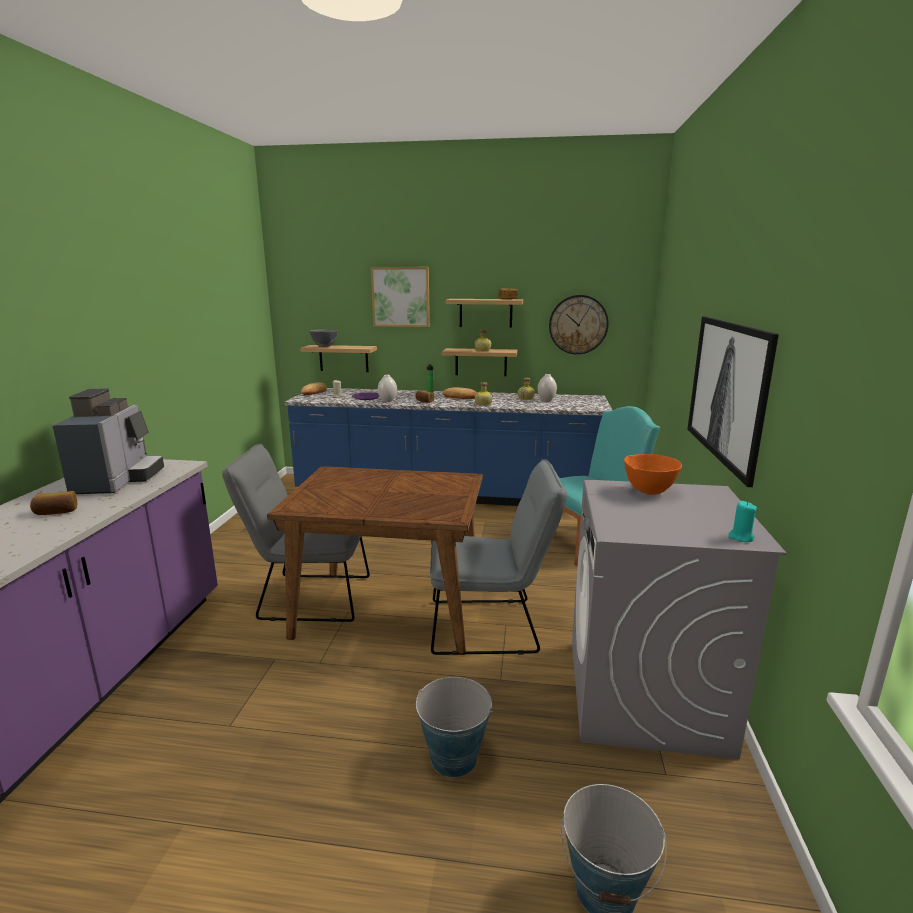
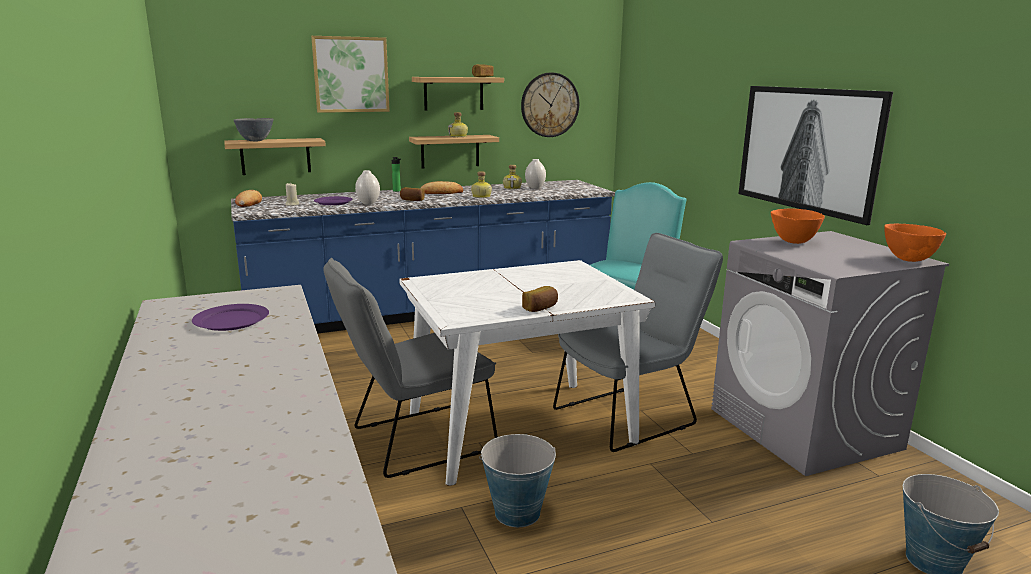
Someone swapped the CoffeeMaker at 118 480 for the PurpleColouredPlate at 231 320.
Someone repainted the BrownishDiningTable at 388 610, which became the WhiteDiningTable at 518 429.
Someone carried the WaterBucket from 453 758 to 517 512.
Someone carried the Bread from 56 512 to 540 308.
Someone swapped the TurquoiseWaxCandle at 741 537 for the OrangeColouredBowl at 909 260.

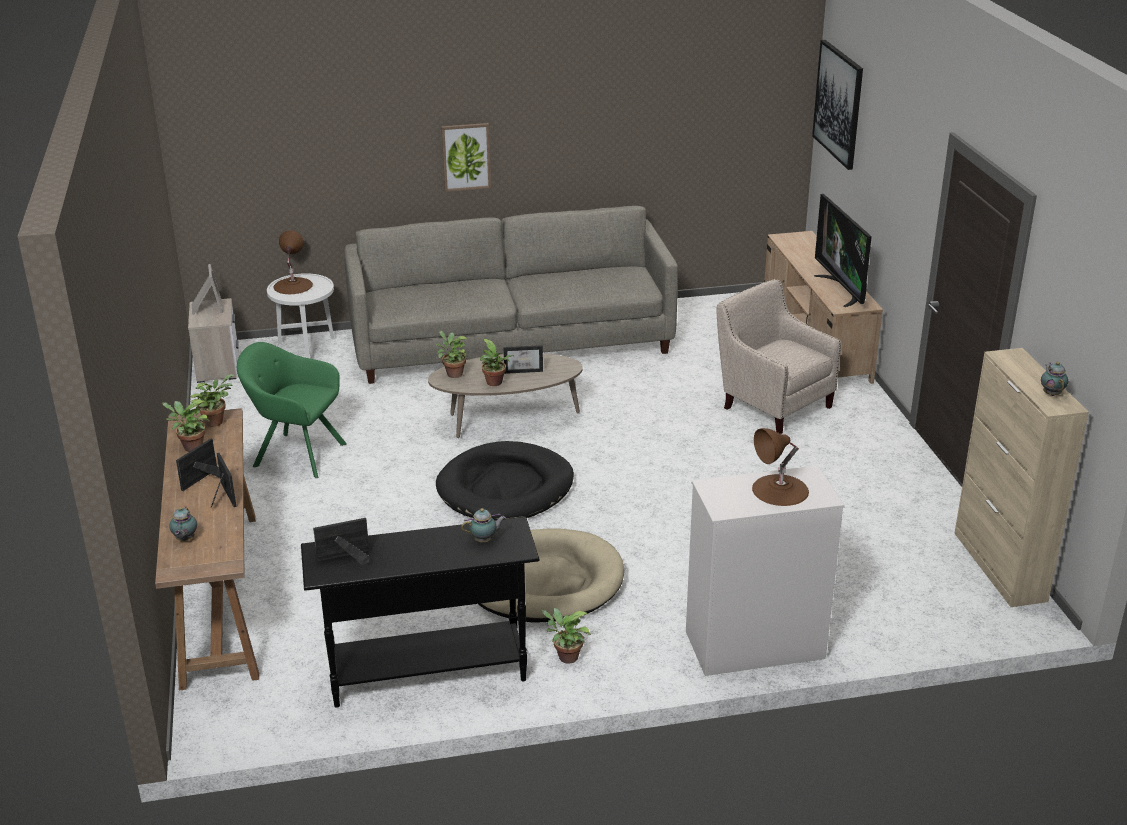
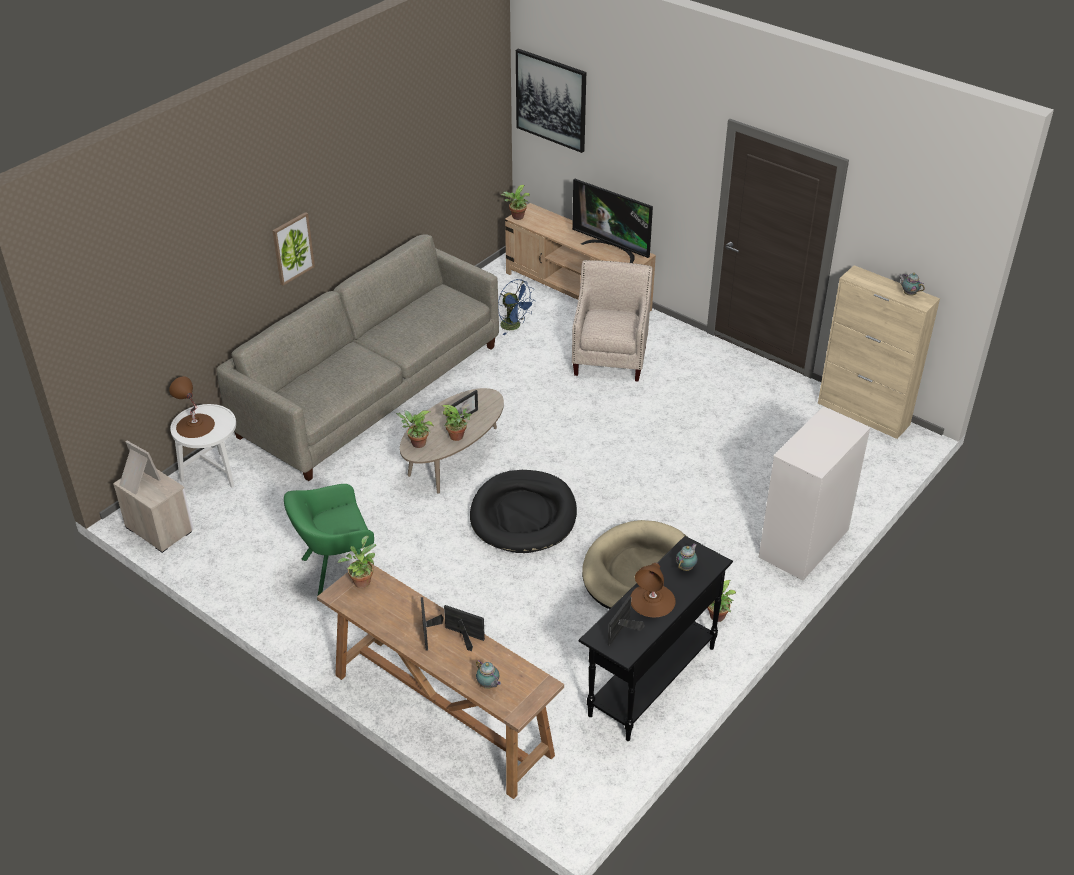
Someone put down the BluishCoolingFan at 514 326.
Someone carried the PottedPlant from 190 447 to 516 217.
Someone rotated the BeigeEasyChair at 773 404 by 90 degrees clockwise.
Someone carried the BrownishTabletopLamp from 780 490 to 652 600.

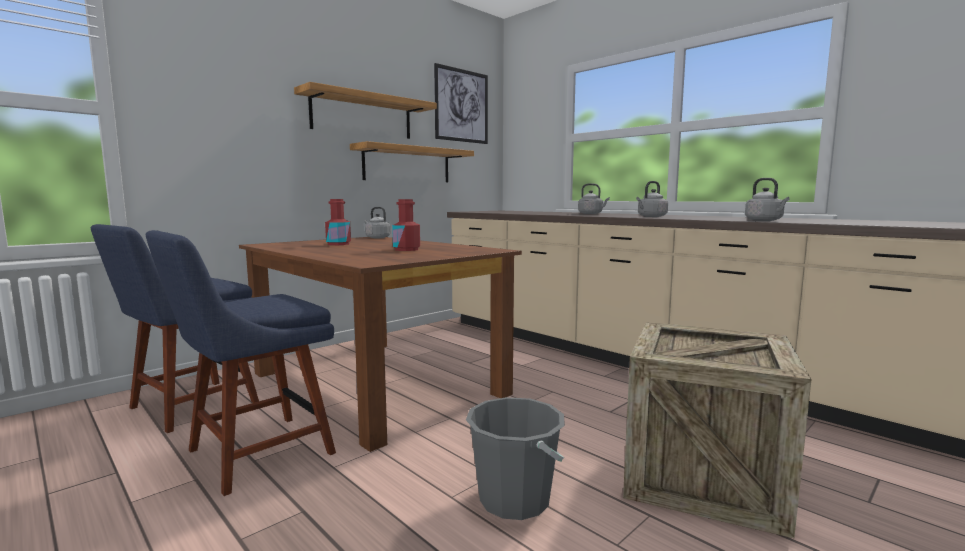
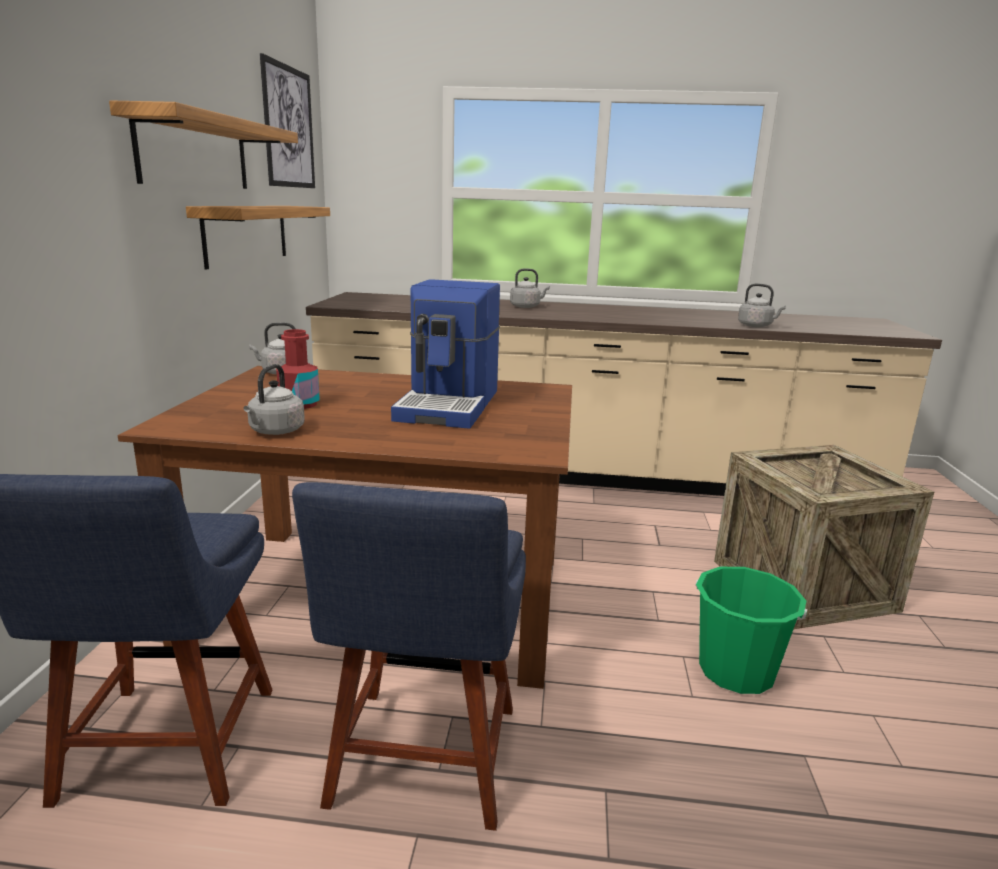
Someone carried the GreyKettle from 651 216 to 275 431.
Someone swapped the ReddishBeverageBottle at 406 249 for the CoffeeMaker at 450 405.
Someone repainted the GreyWaterBucket at 514 500, which became the GreenWaterBucket at 736 671.

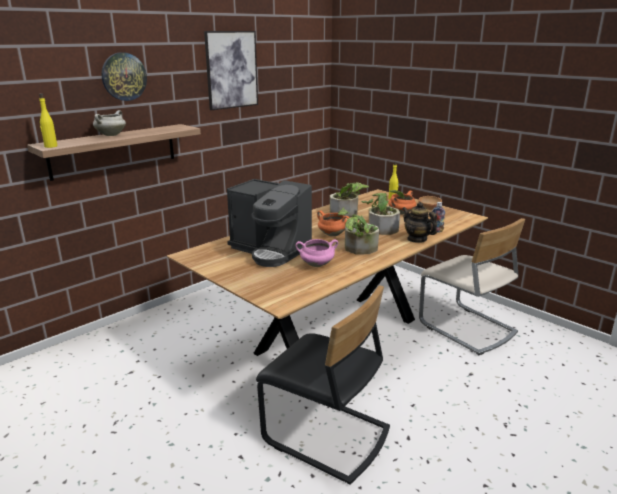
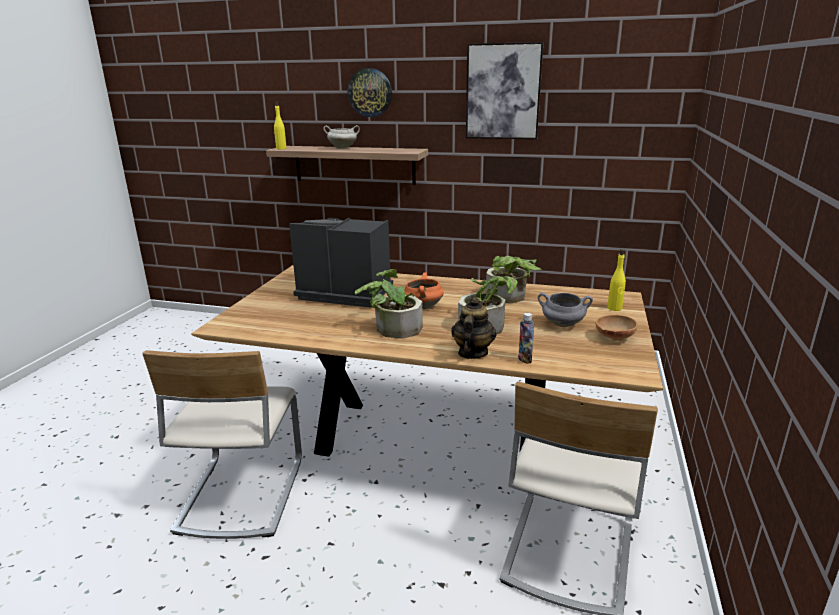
Someone repainted the BlackChair at 326 436, which became the BeigeChair at 241 494.
Someone rotated the CoffeeMaker at 271 250 by 105 degrees clockwise.
Someone repainted the OrangeColouredSaucepot at 401 213, which became the GreySaucepot at 562 324.
Someone took away the PinkSaucepot at 316 265.

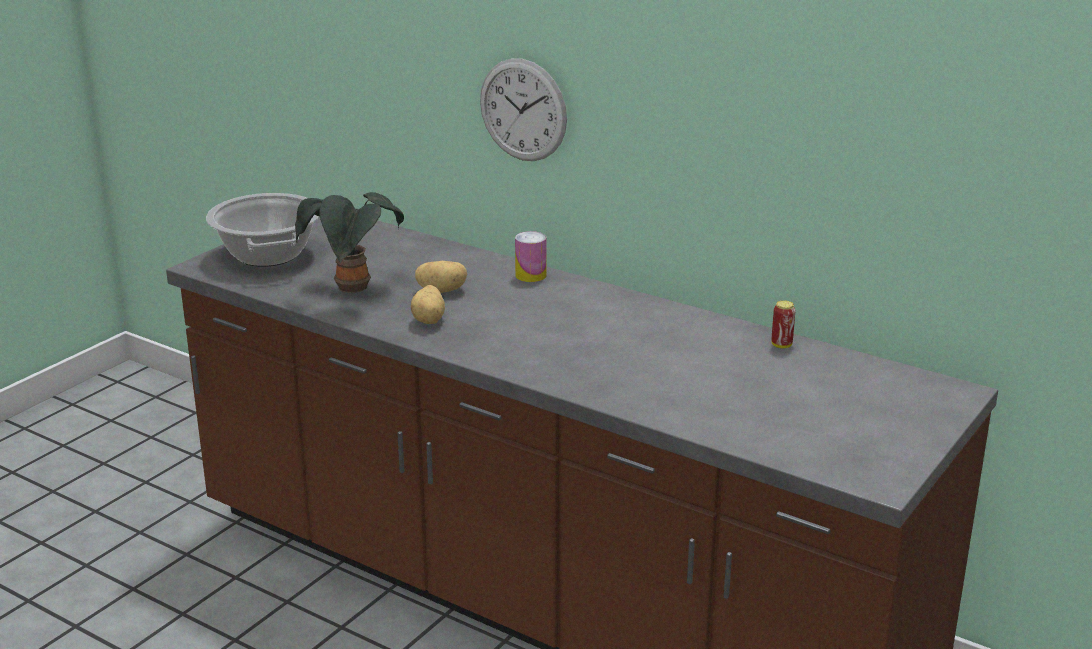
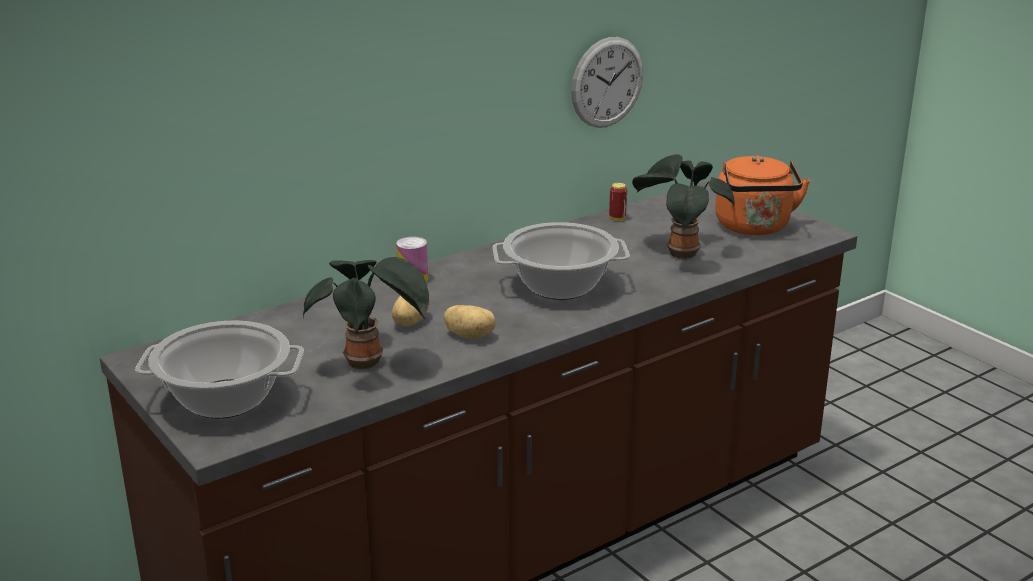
Someone put down the Saucepot at 559 286.
Someone carried the WallClock from 523 110 to 607 82.
Someone put down the PottedPlant at 679 253.
Someone put down the OrangeColouredKettle at 754 227.

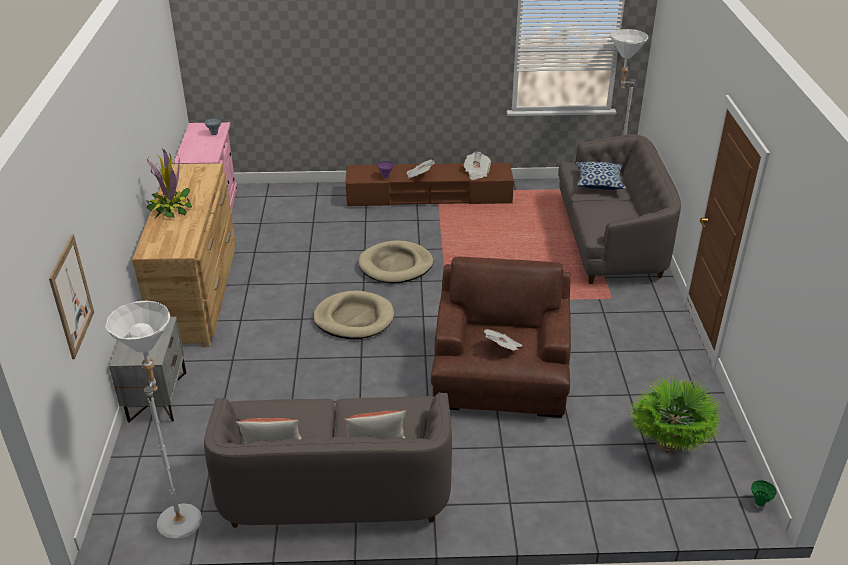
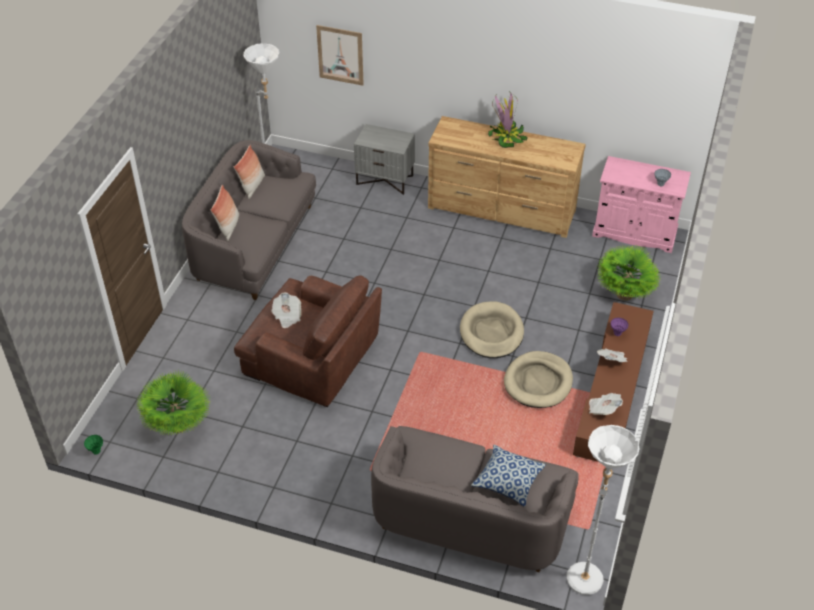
Someone carried the BeigeDogCushion from 354 318 to 538 382.
Someone put down the PottedPlant at 624 294.

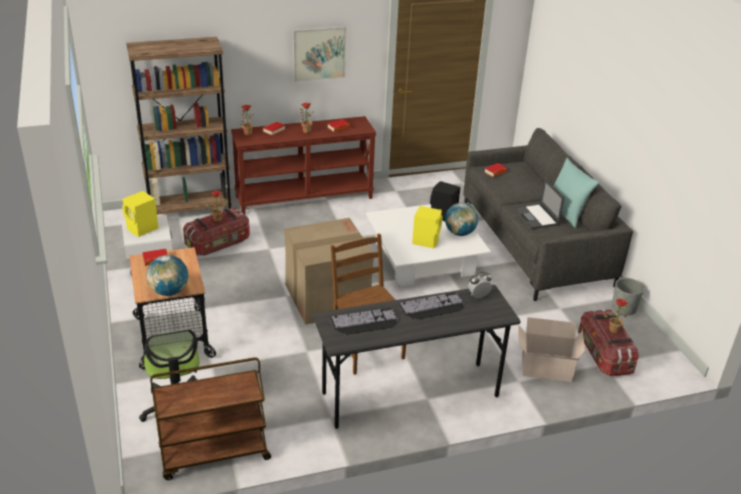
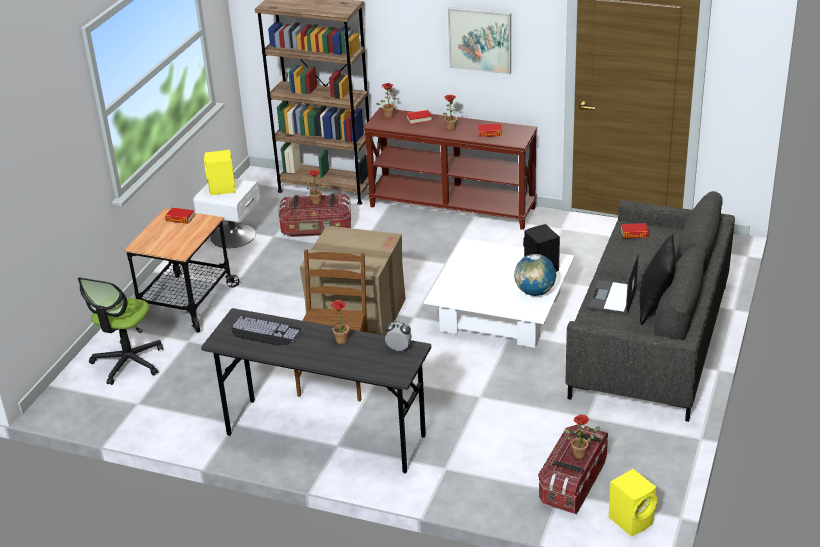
Someone swapped the ComputerKeyboard at 432 307 for the PottedPlant at 341 342.
Someone carried the YellowSpeaker from 426 240 to 632 520.
Someone repainted the TurquoisePillow at 566 213, which became the BlackPillow at 655 306.
Someone took away the Globe at 169 291.
Someone took away the BrownishWheeledCart at 214 455.
Someone took away the Carton at 544 367.
Someone took away the GreyFlowerPot at 623 309.

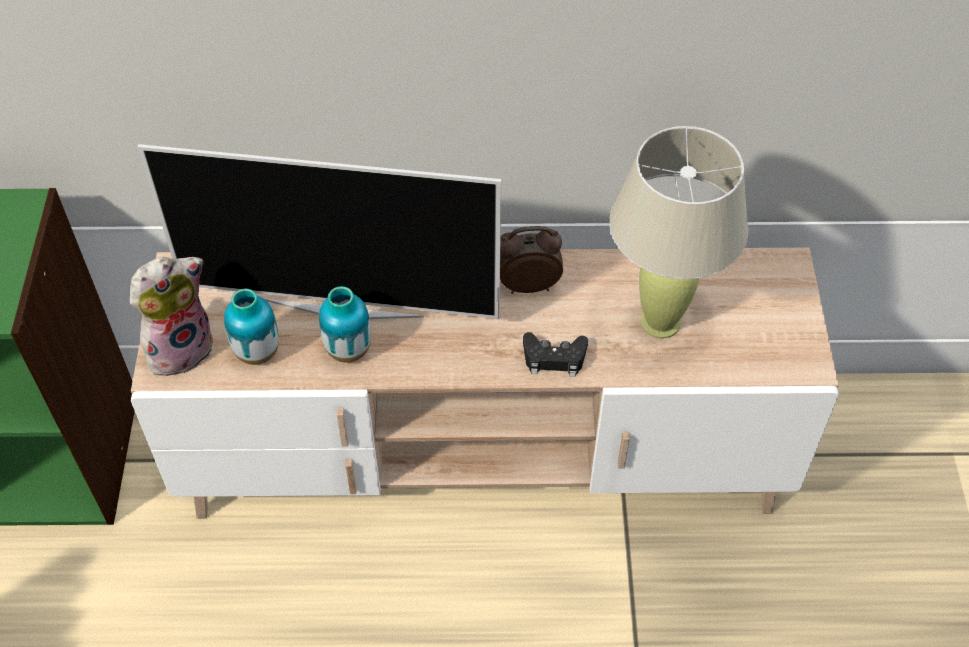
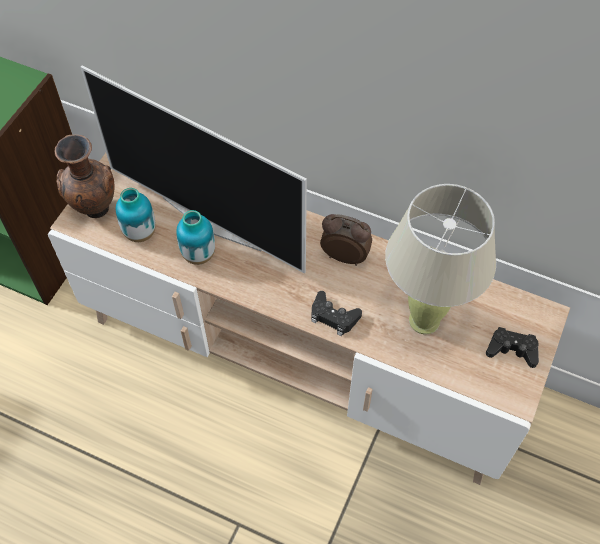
Someone swapped the SoftToy at 181 347 for the BrownishVase at 95 211.
Someone put down the BlackGamepad at 512 350.

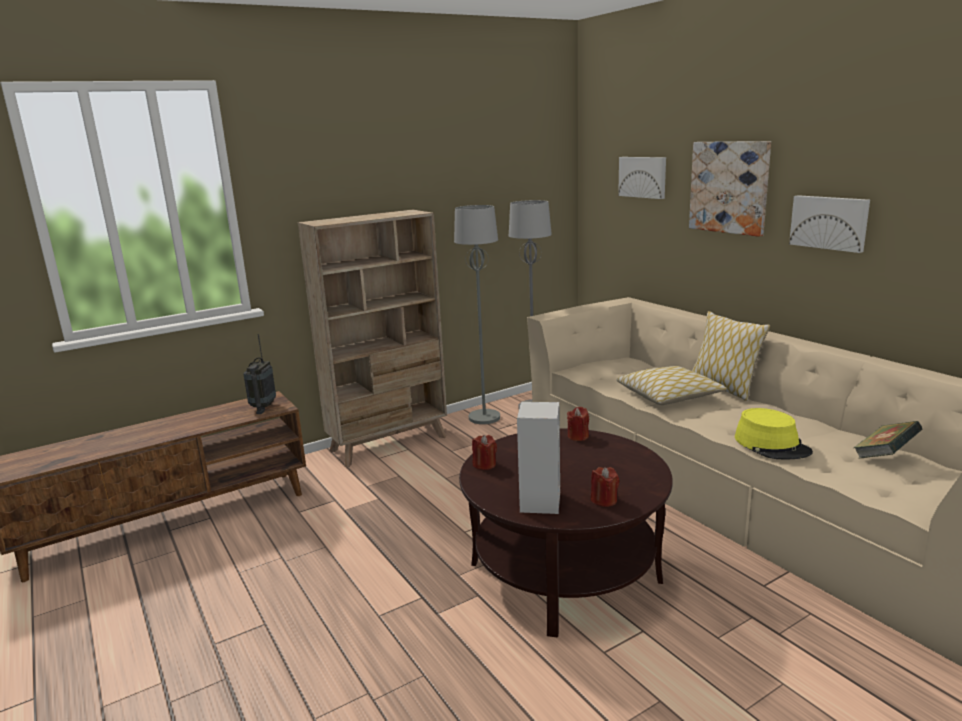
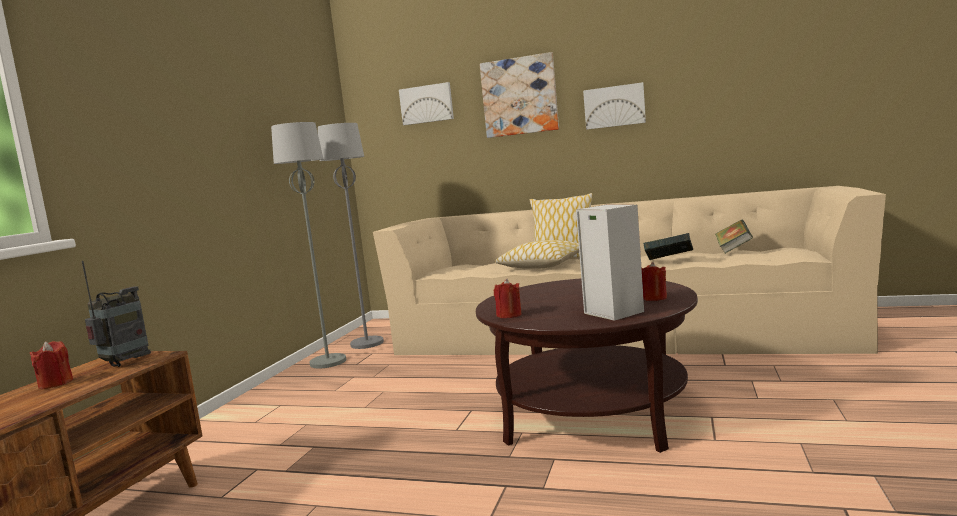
Someone carried the ReddishWaxCandle from 578 436 to 56 383.
Someone rotated the RadioReceiver at 263 407 by 120 degrees counterclockwise.
Someone swapped the YellowHat at 772 445 for the Book at 669 261.
Someone took away the BeigeShelvingUnit at 389 443.

